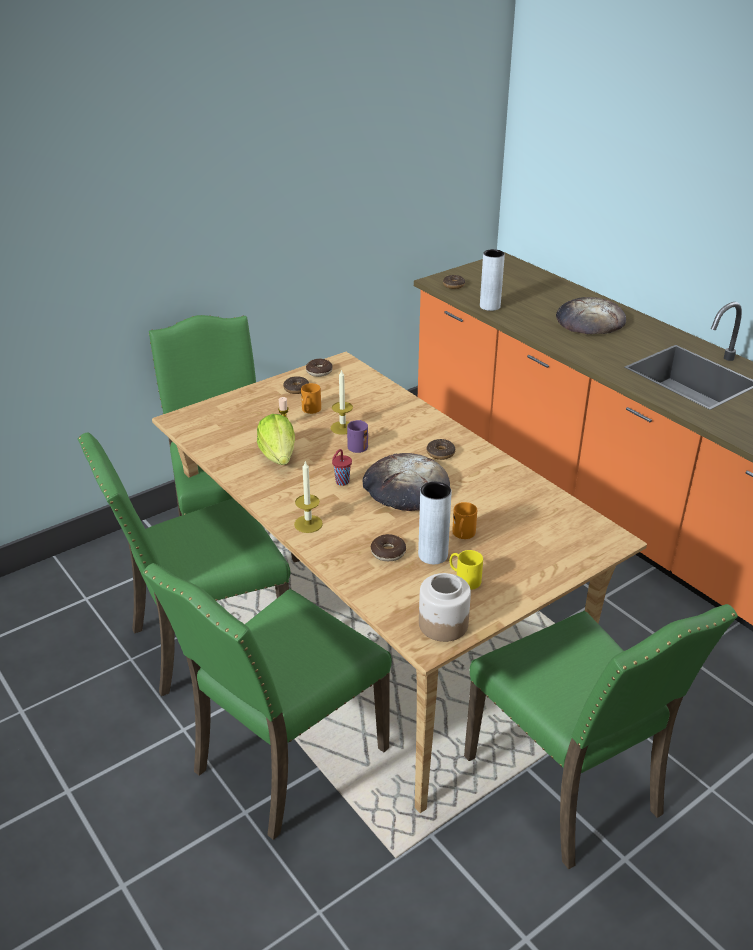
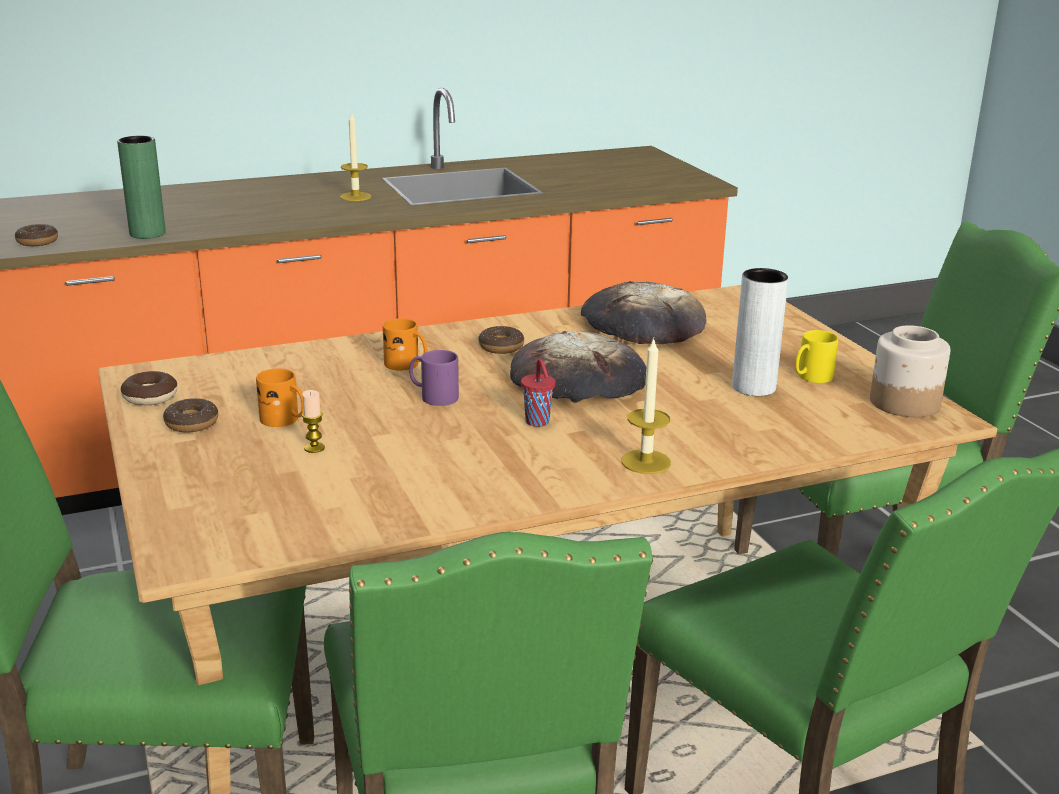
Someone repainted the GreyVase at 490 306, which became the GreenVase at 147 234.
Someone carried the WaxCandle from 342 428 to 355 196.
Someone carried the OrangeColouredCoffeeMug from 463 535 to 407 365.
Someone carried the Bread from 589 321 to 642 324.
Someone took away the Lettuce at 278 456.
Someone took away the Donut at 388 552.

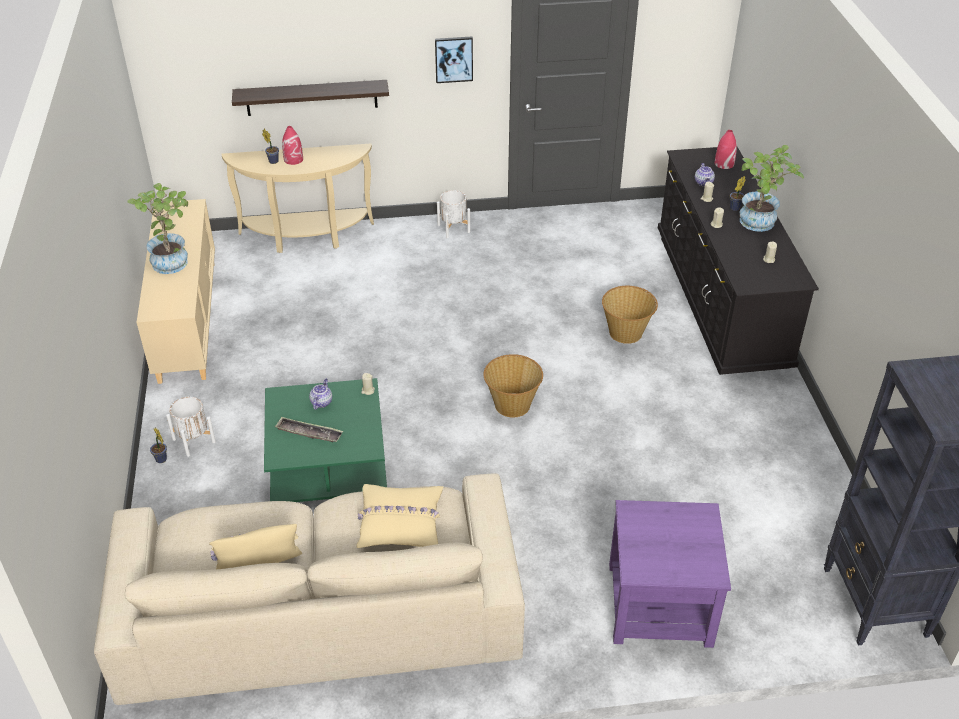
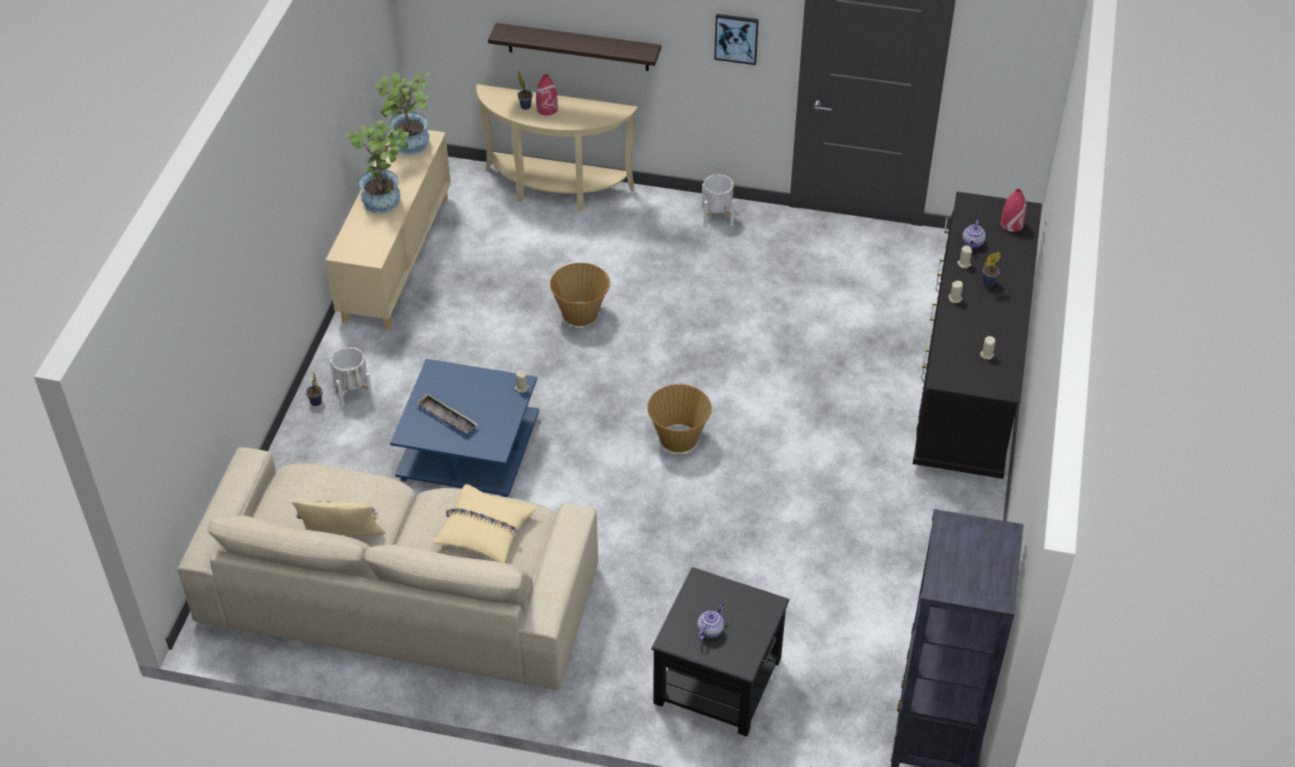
Someone carried the PottedPlant from 759 224 to 409 146.
Someone repainted the GreenLowTable at 327 464, which became the BluishLowTable at 467 450.
Someone carried the HouseholdBasket from 626 332 to 581 313.
Someone repainted the PurpleColouredAccentTable at 660 604, which became the BlackAccentTable at 718 681.
Someone carried the Teapot from 321 402 to 710 630.

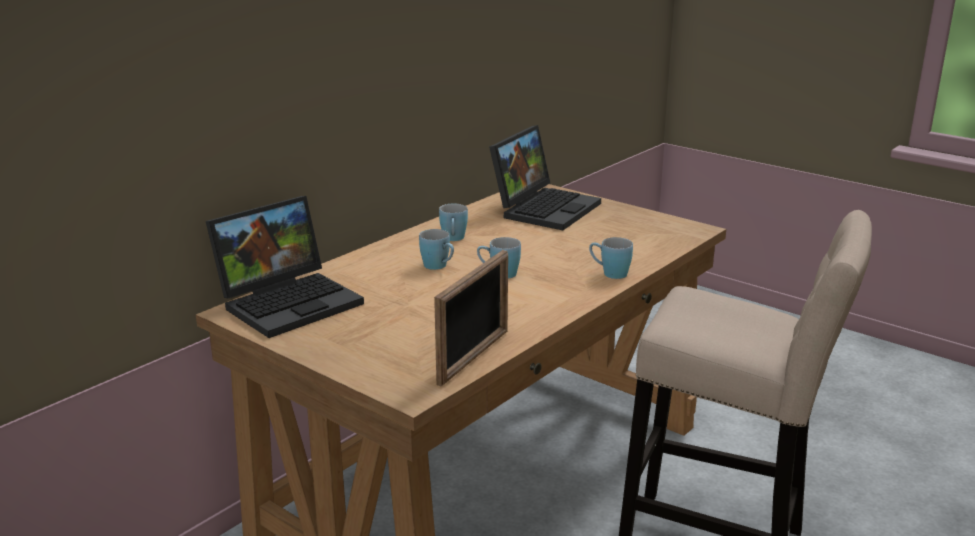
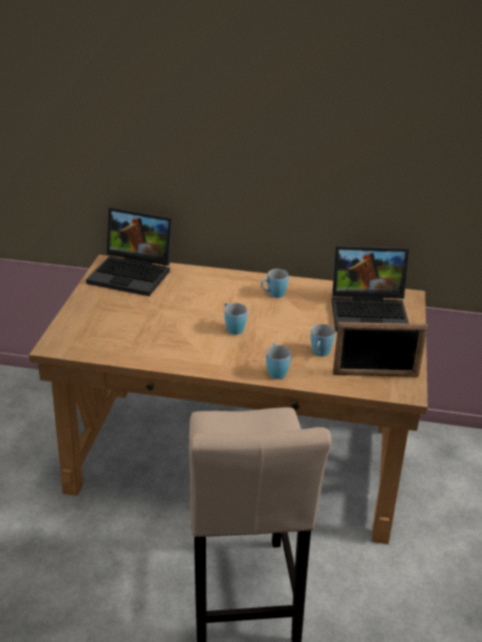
Someone carried the BluishCoffeeMug from 439 266 to 320 354.
Someone carried the PhotoFrame from 474 357 to 375 375.

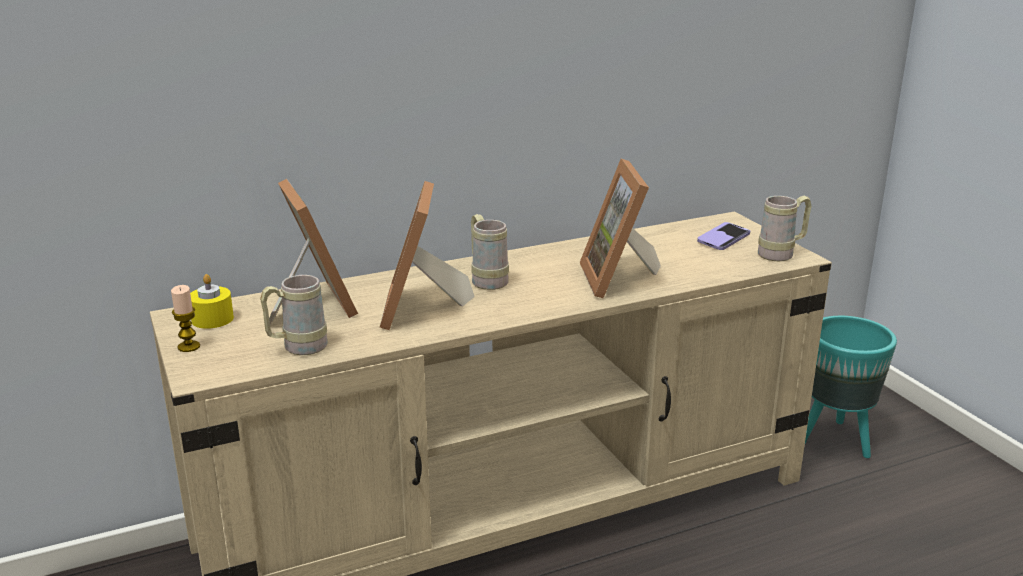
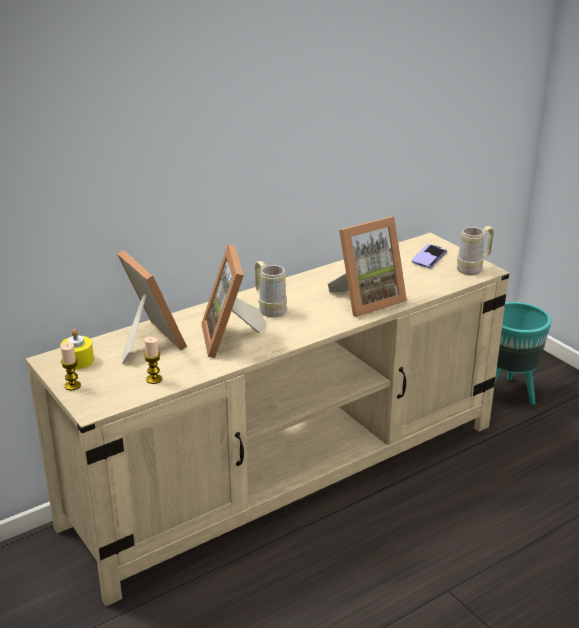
Someone swapped the BeigeCoffeeMug at 297 348 for the WaxCandle at 154 379.
Someone rotated the PhotoFrame at 621 279 by 105 degrees counterclockwise.

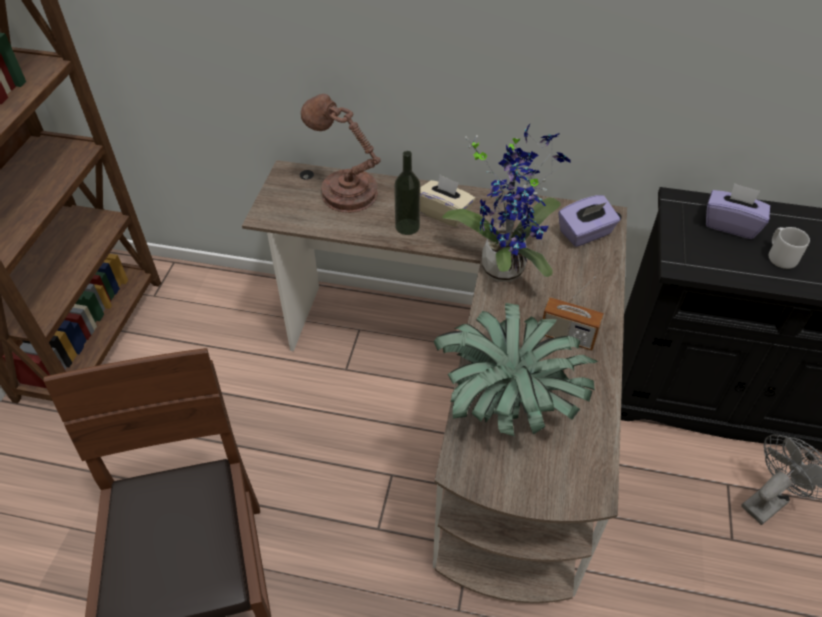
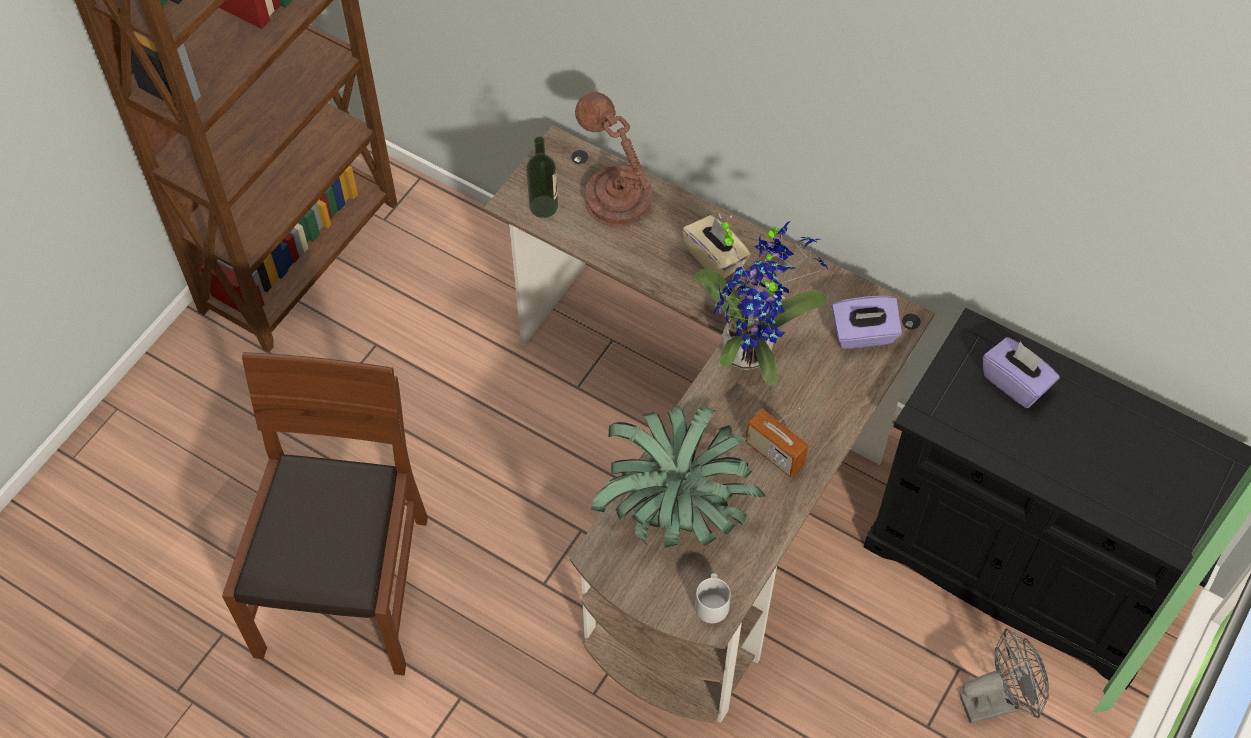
Someone carried the BeverageBottle from 407 226 to 543 206.
Someone carried the GreyCoffeeMug from 780 256 to 712 603.

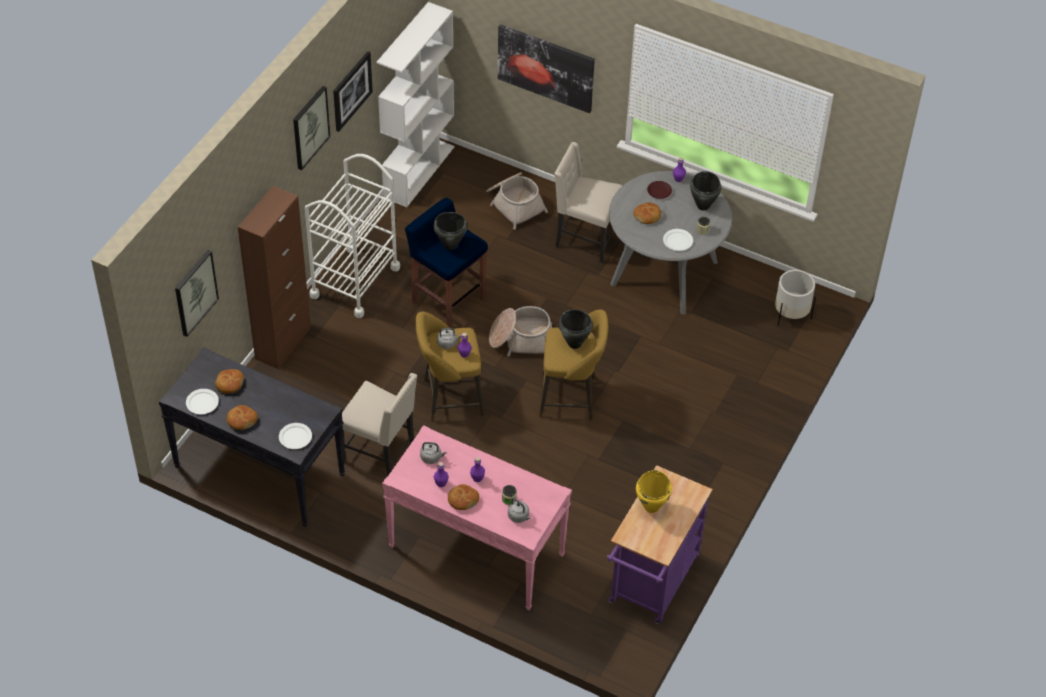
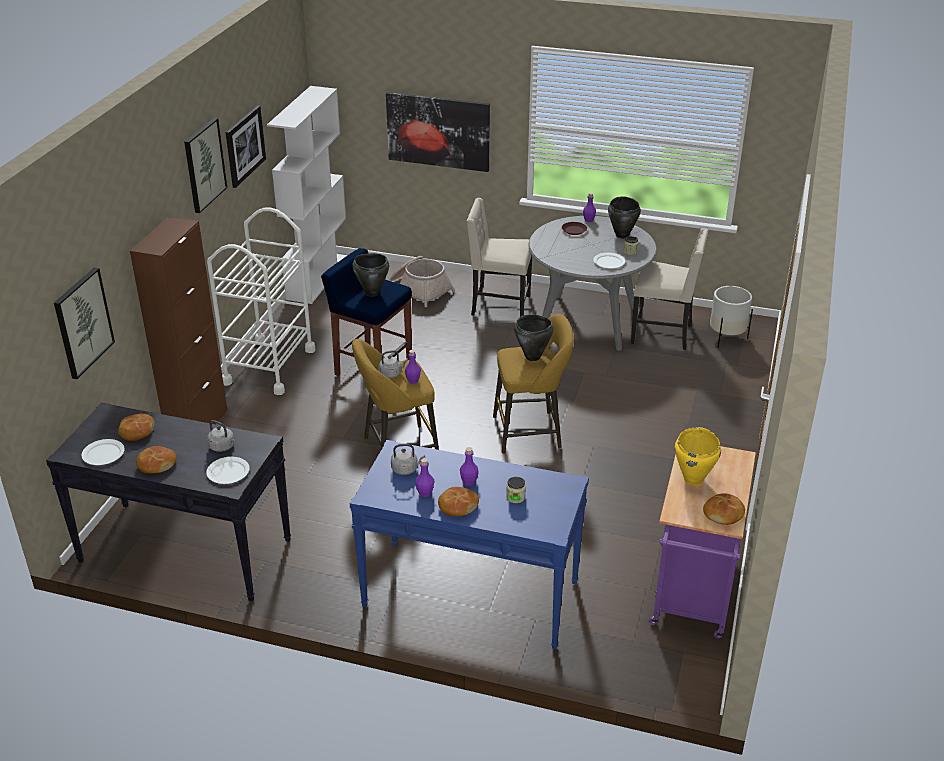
Someone carried the GreyKettle from 519 516 to 223 447.
Someone repainted the PinkNarrowTable at 475 550, which became the BluishNarrowTable at 469 594.
Someone carried the BeigeChair from 380 453 to 663 334.
Someone carried the Bread from 647 216 to 724 514.
Someone took away the HouseholdBasket at 521 339.

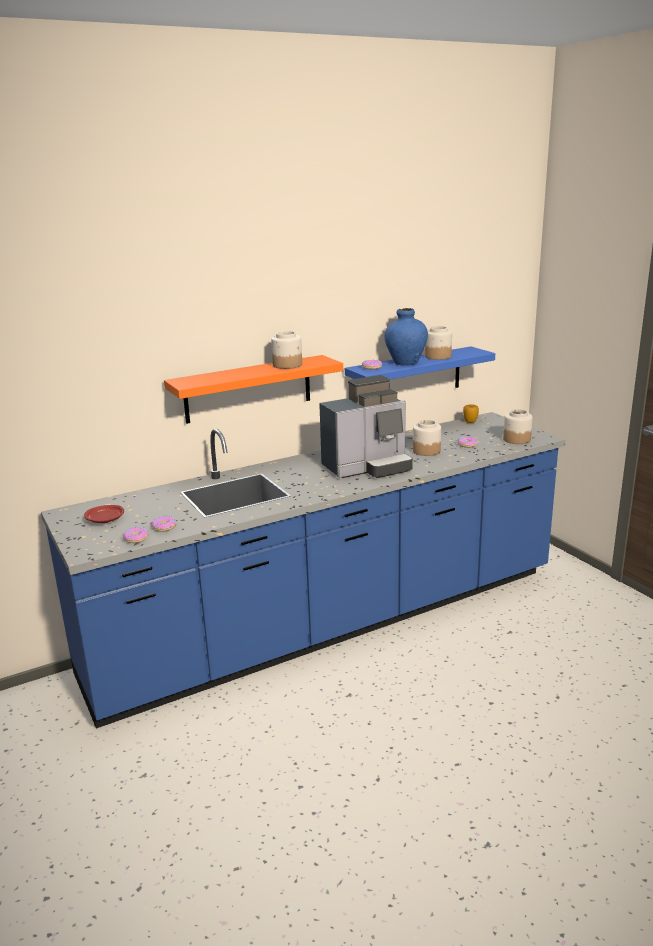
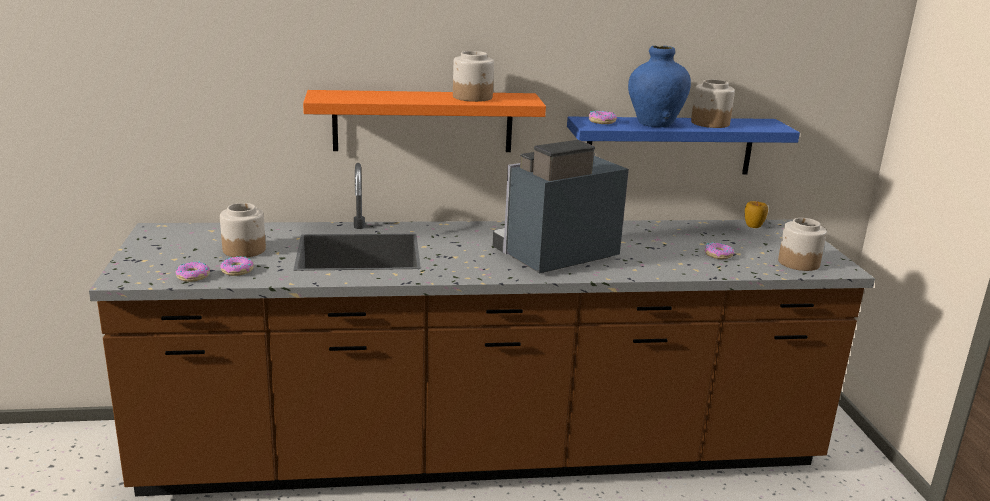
Someone repainted the BluishKitchenCounter at 331 623, which became the BrownishKitchenCounter at 485 452.
Someone carried the PreserveJar from 426 451 to 244 249.
Someone rotated the CoffeeMaker at 368 467 by 150 degrees clockwise.
Someone took away the ReddishPlate at 106 520.

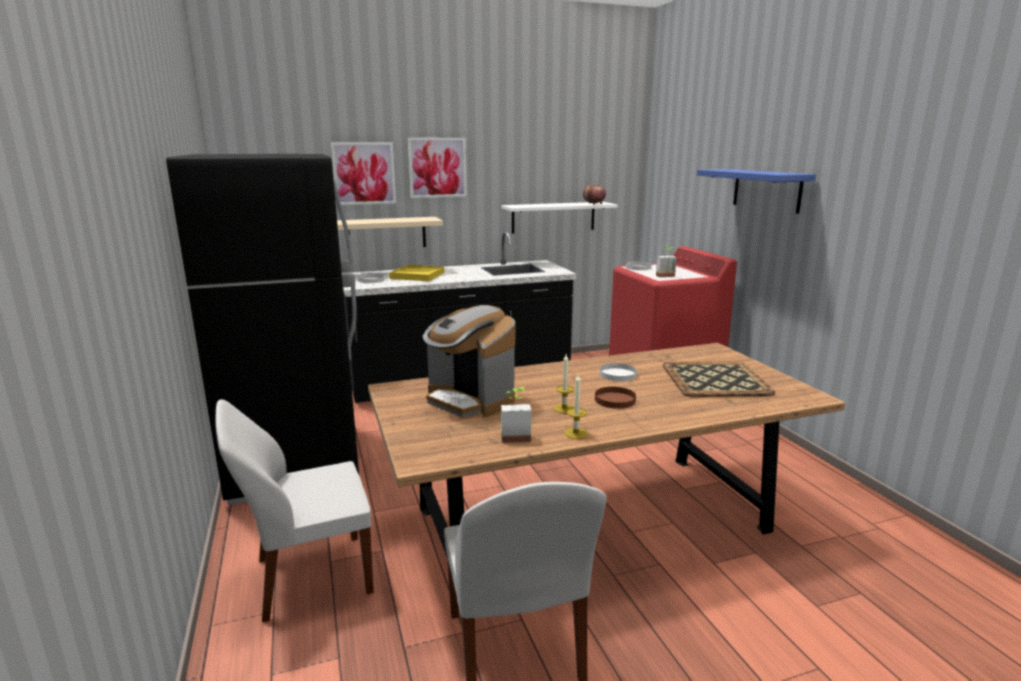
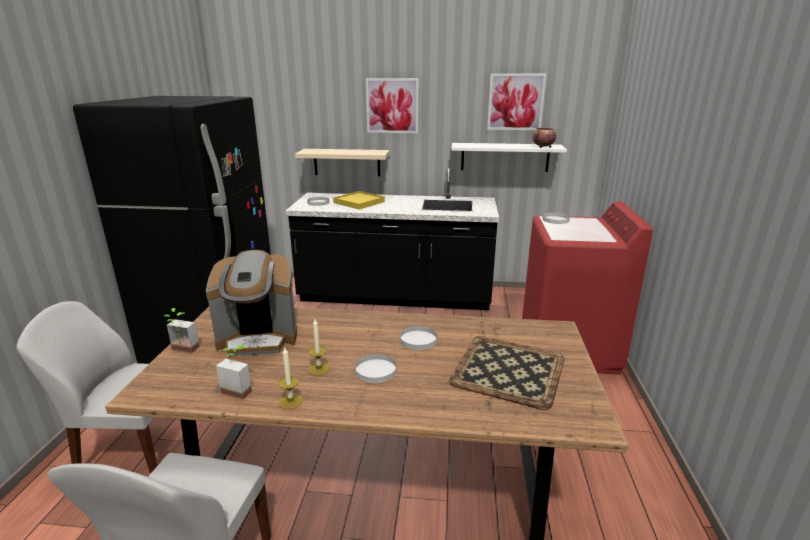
Someone carried the PottedPlant from 666 276 to 182 350.
Someone rotated the CoffeeMaker at 470 400 by 75 degrees counterclockwise.
Someone repainted the BrownishPlate at 615 400, which became the WhitePlate at 375 371.
Someone carried the WallPicture from 364 173 to 515 102.
Someone took away the BluishWallShelf at 766 190.

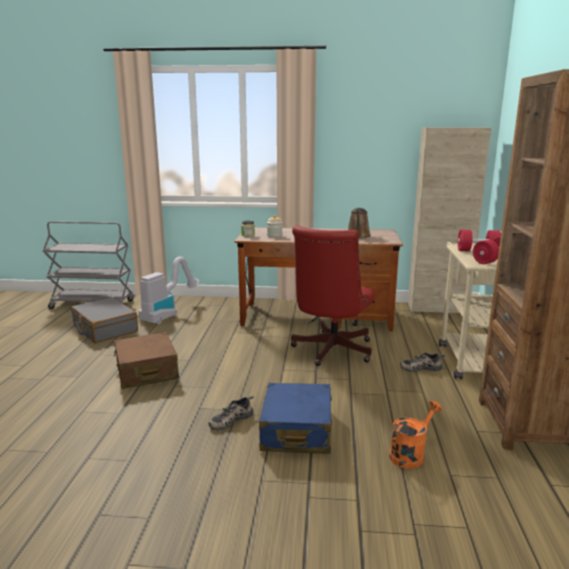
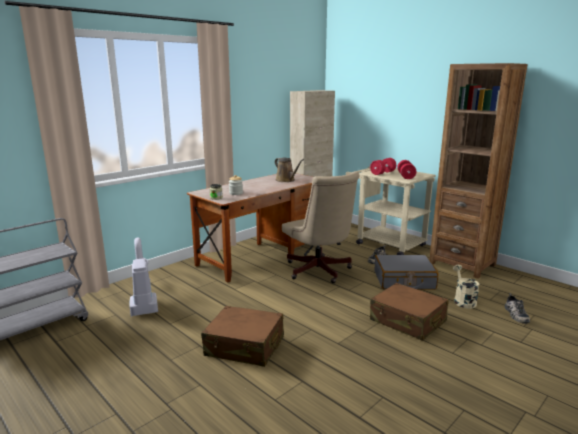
Someone repainted the ReddishOfficeChair at 330 351, which became the BeigeOfficeChair at 319 272.
Someone repainted the BluishSuitcase at 296 431, which became the BrownishSuitcase at 407 321.
Someone carried the GreySuitcase from 105 328 to 404 280.
Someone repainted the OrangeColouredWateringPot at 410 454, which became the BeigeWateringPot at 463 300.
Someone carried the Shoe from 231 419 to 515 314.

